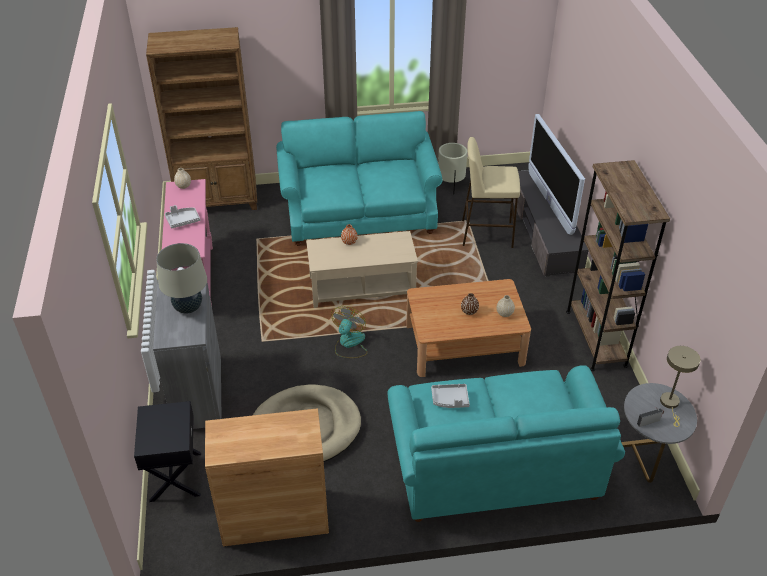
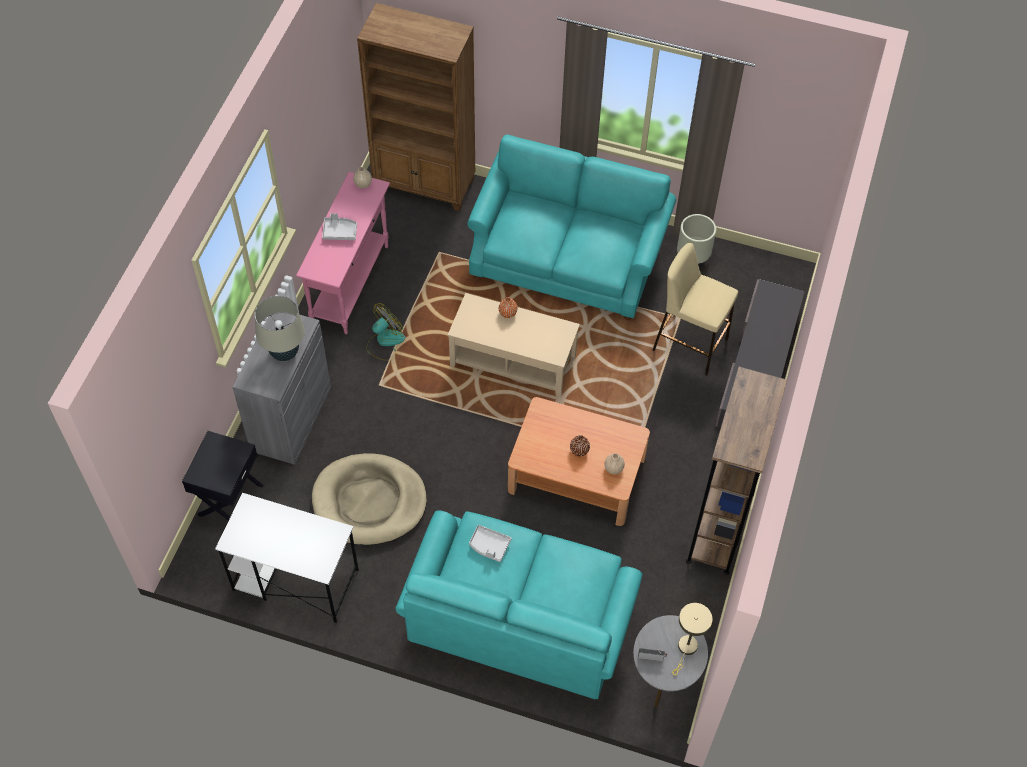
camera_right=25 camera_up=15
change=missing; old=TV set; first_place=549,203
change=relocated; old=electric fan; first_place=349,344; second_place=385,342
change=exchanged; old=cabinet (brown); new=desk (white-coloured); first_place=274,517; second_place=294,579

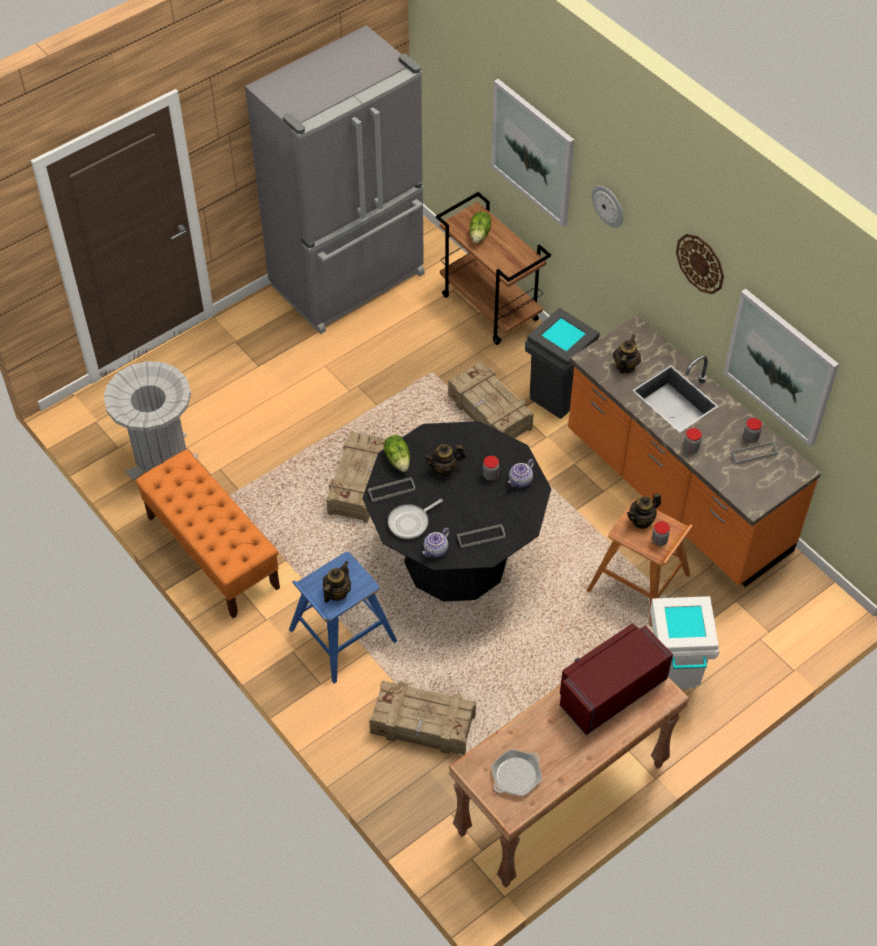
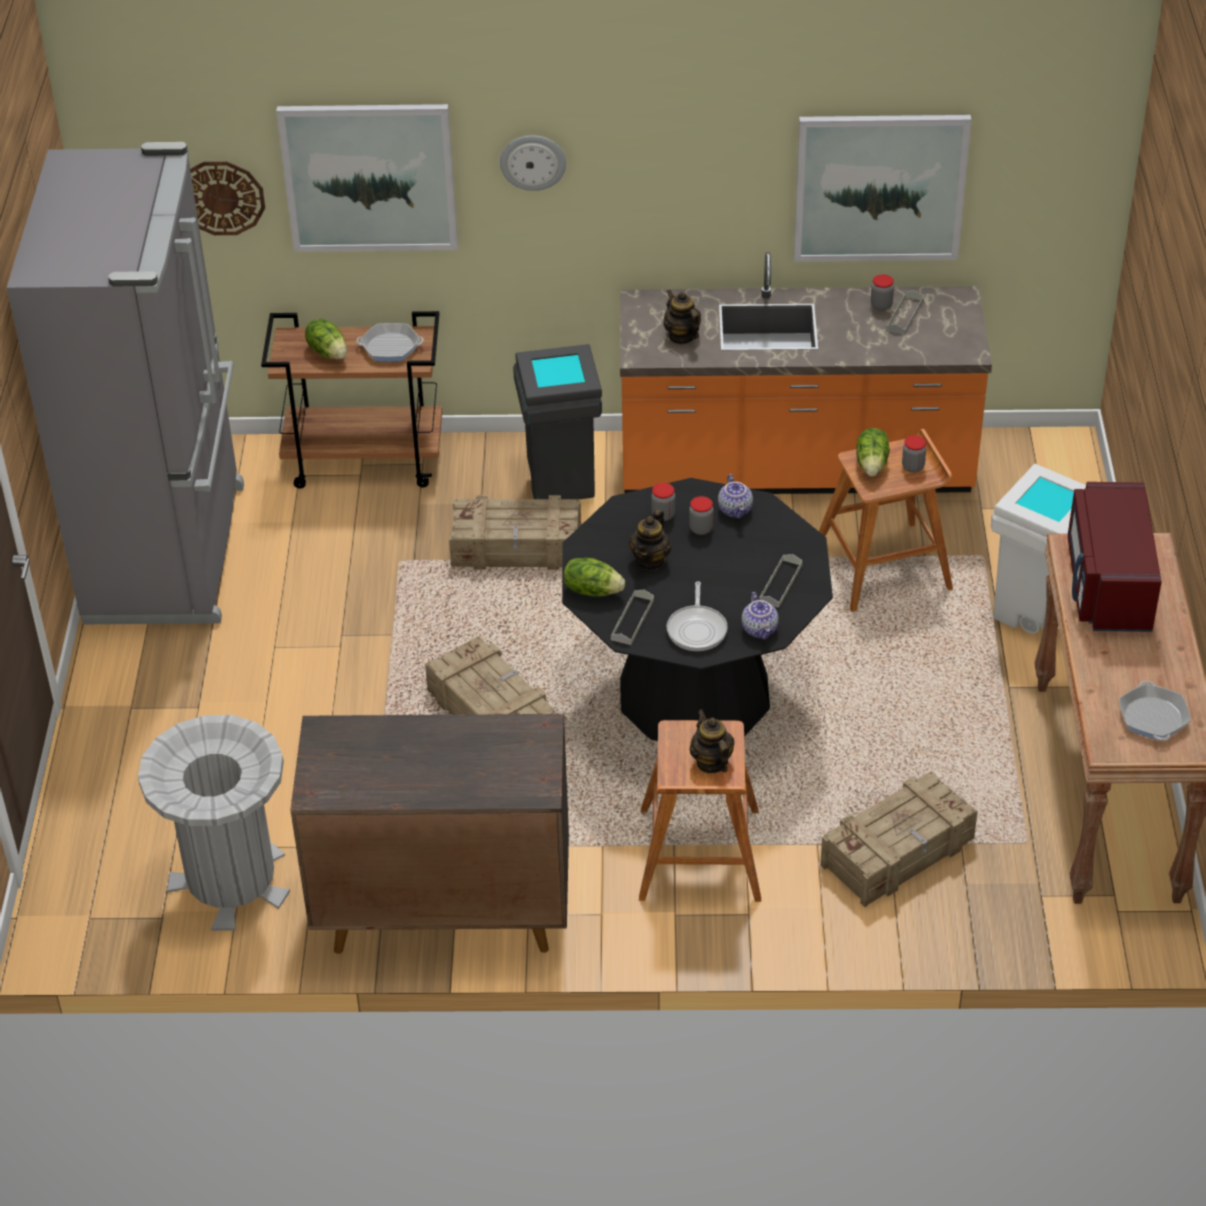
camera_right=-50 camera_up=-10
change=relocated; old=clock on the wall; first_place=700,263; second_place=220,197
change=relocated; old=jar; first_place=691,448; second_place=663,515
change=exchanged; old=long seat (orange-coloured); new=cabinet (brown); first_place=212,552; second_place=441,911
change=exchanged; old=teapot; new=lettuce; first_place=642,520; second_place=872,464
change=colour; old=stool (bluish); new=stool (brown); first_place=341,636; second_place=699,856
change=appeared; new=frying pan; second_place=390,347

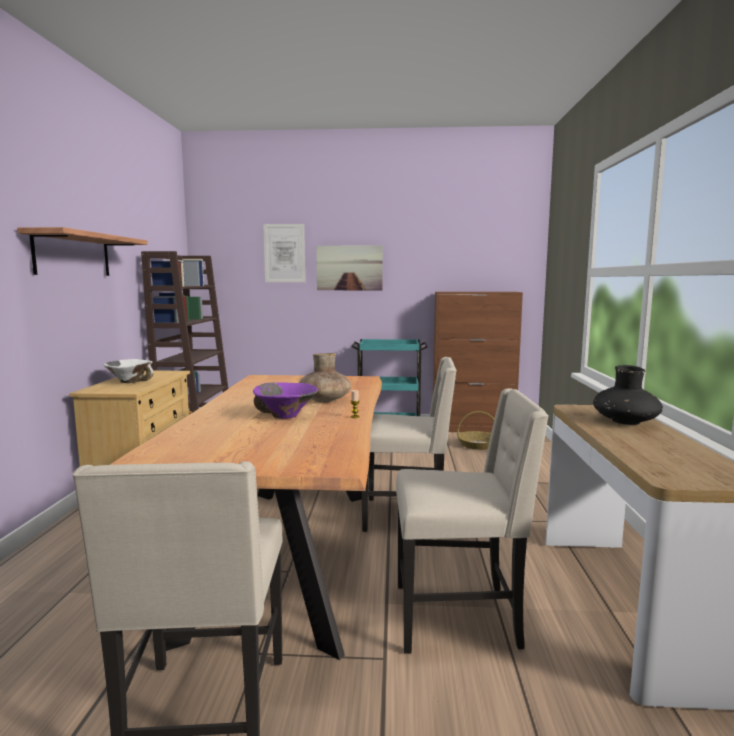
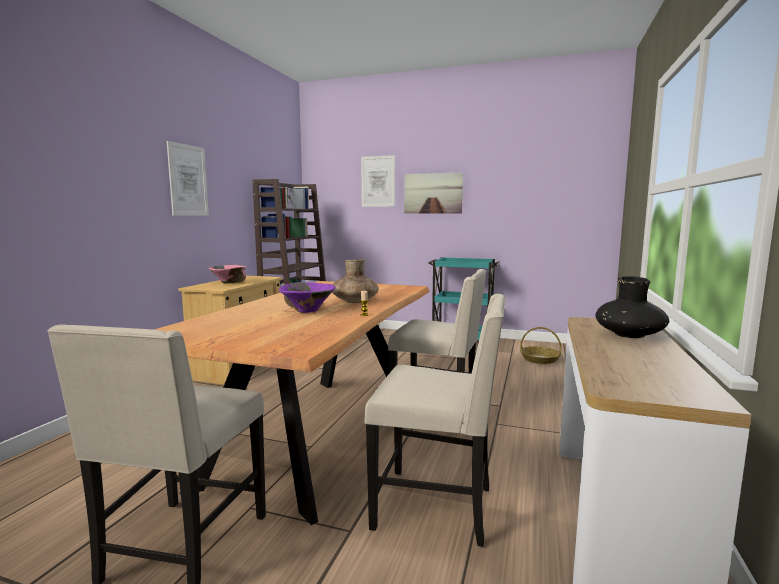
camera_right=15 camera_up=0
change=exchanged; old=shelf; new=wall art; first_place=73,255; second_place=188,180
change=missing; old=cabinet (brown); first_place=473,429
change=colour; old=serving bowl (white-coloured); new=serving bowl (pinkish); first_place=130,382; second_place=229,282

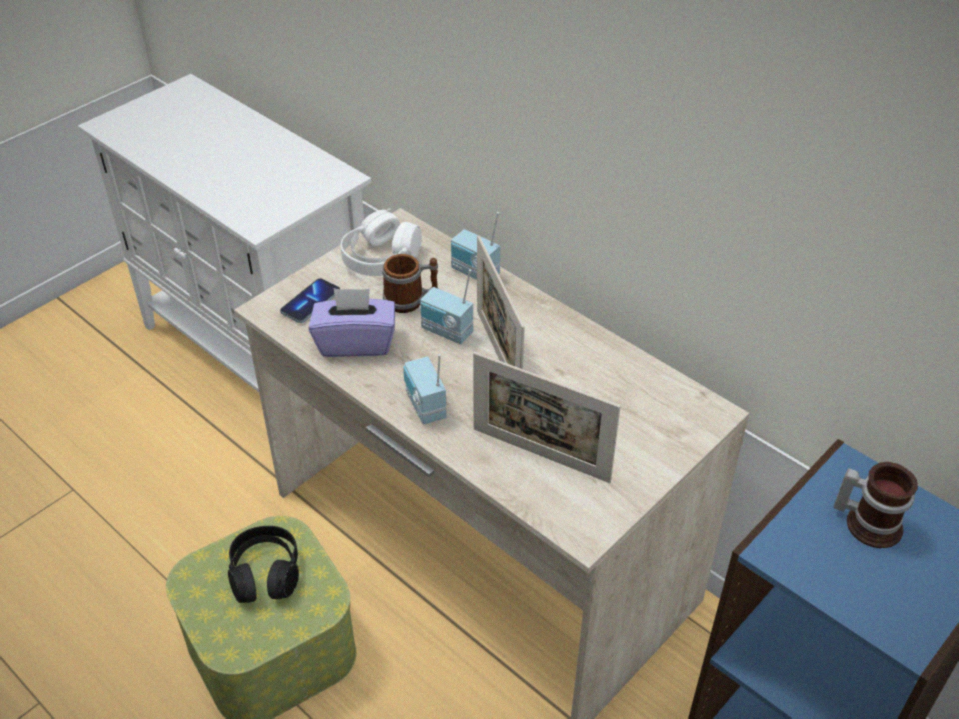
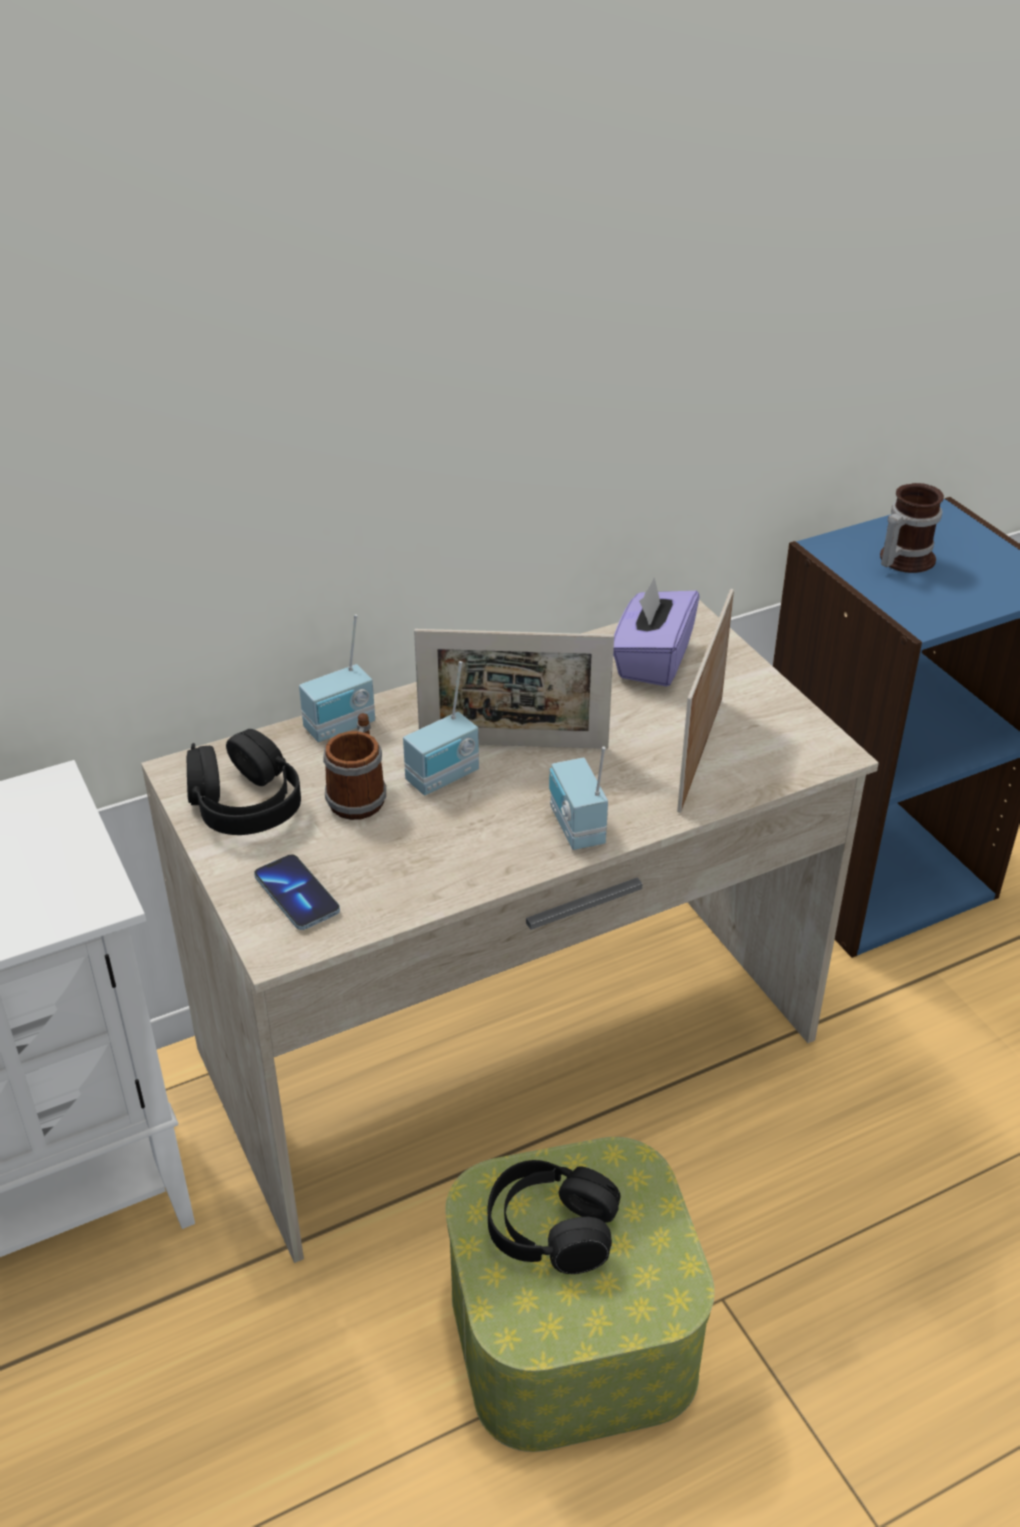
camera_right=-70 camera_up=-5
change=colour; old=pair of headphones (white-coloured); new=pair of headphones (blackish); first_place=381,258; second_place=245,804
change=relocated; old=tissue holder (purple); first_place=355,342; second_place=652,660
change=spun; old=photo frame; first_place=540,455; second_place=700,753; degrees=150
change=spun; old=radio set; first_place=424,406; second_place=574,828; degrees=75

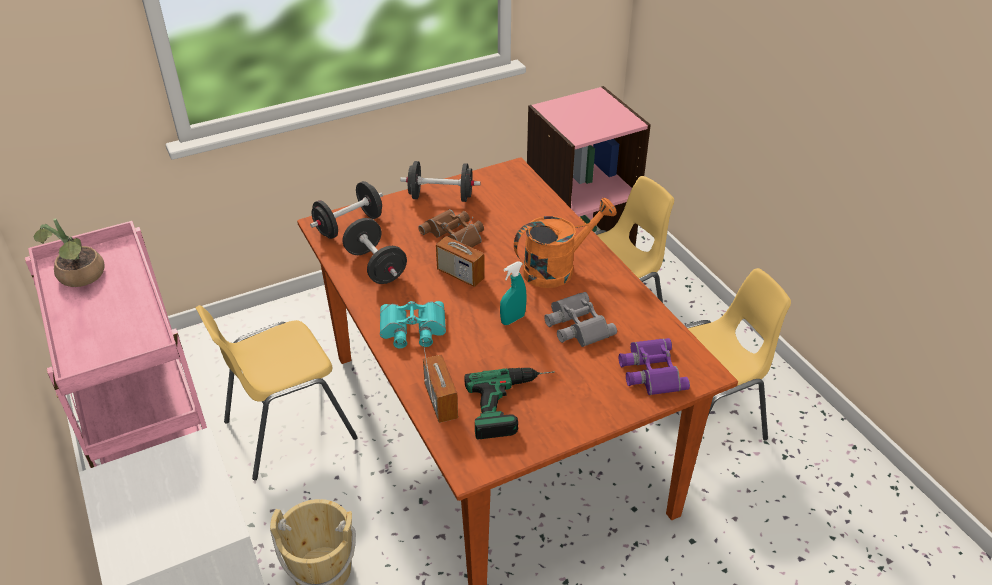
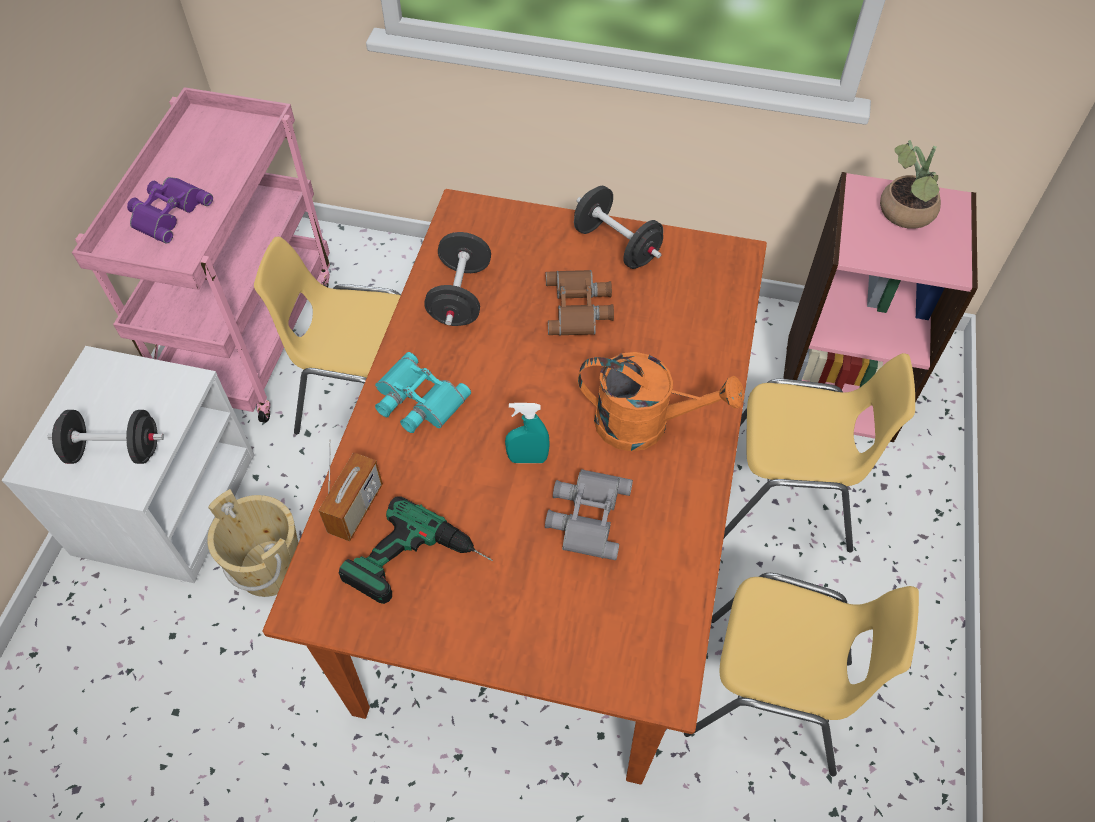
camera_right=40 camera_up=15
change=relocated; old=hand weight (blackish); first_place=349,225; second_place=115,450
change=missing; old=radio set; first_place=460,274
change=relocated; old=potted plant; first_place=80,278; second_place=903,216
change=relocated; old=pair of binoculars (purple); first_place=650,371; second_place=167,212

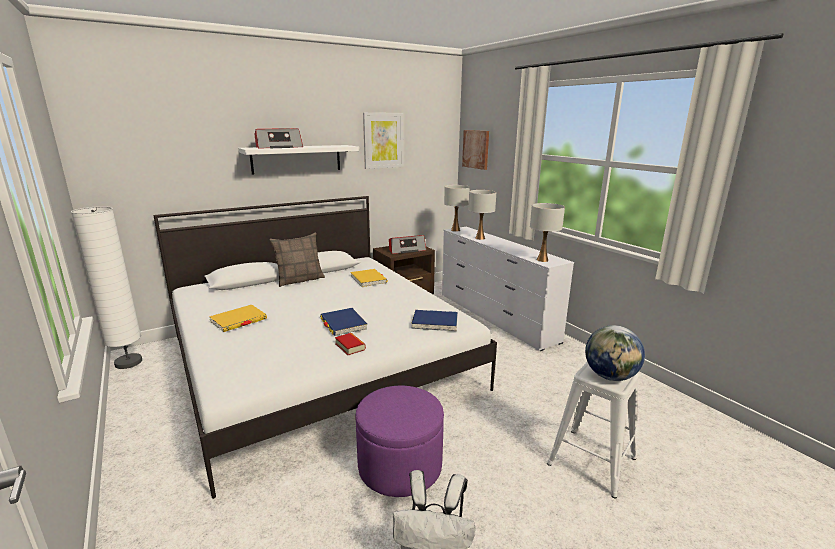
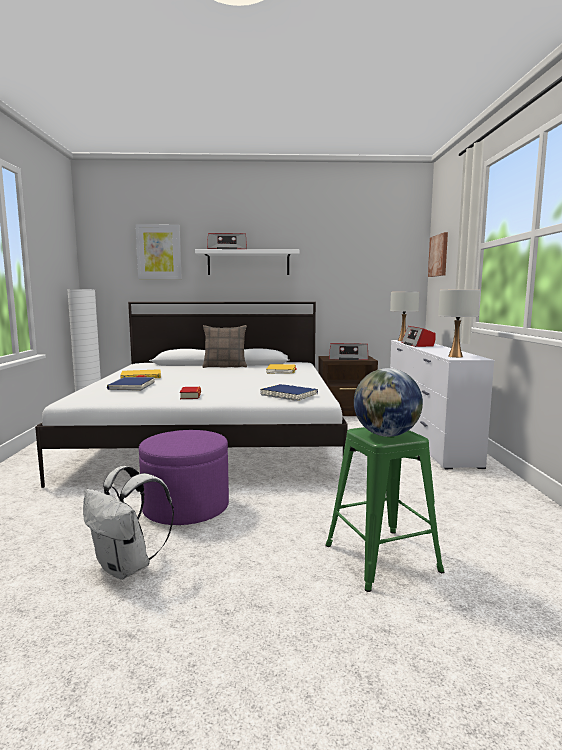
camera_right=30 camera_up=-10
change=relocated; old=wall art; first_place=383,140; second_place=159,252
change=exchanged; old=tabletop lamp (white-coloured); new=radio set; first_place=480,238; second_place=417,344
change=relocated; old=book (bluish); first_place=343,324; second_place=132,386
change=colour; old=stool (white-coloured); new=stool (green); first_place=590,461; second_place=380,557

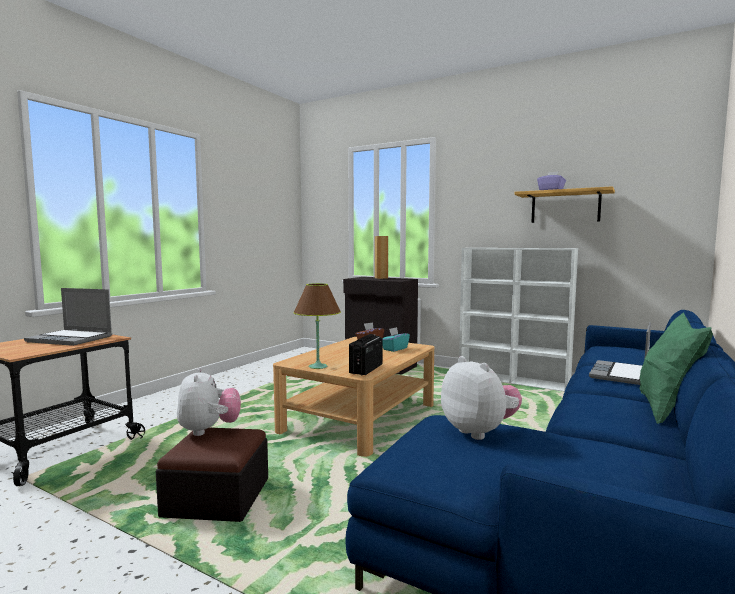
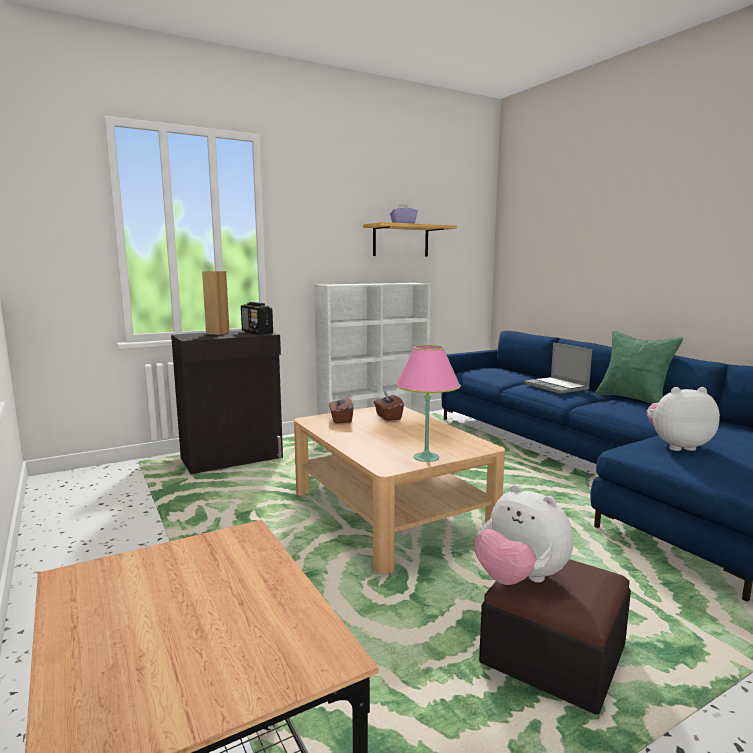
camera_right=-60 camera_up=5
change=colour; old=tabletop lamp (brown); new=tabletop lamp (pinkish); first_place=318,366; second_place=426,457
change=missing; old=portable computer; first_place=71,339
change=colour; old=tissue holder (blue-green); new=tissue holder (brown); first_place=394,349; second_place=388,417
change=relocated; old=radio set; first_place=366,369; second_place=257,332
change=spun; old=soft toy; first_place=209,430; second_place=520,579; degrees=-150

